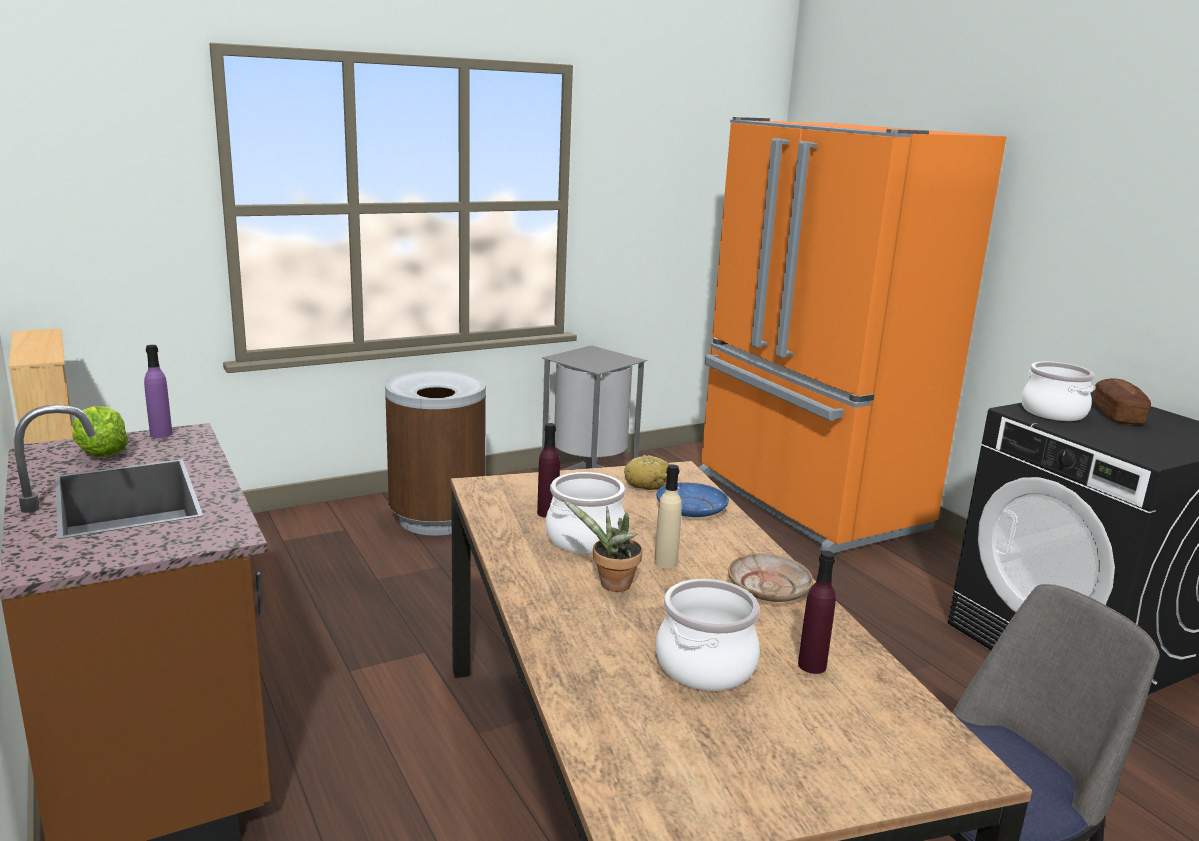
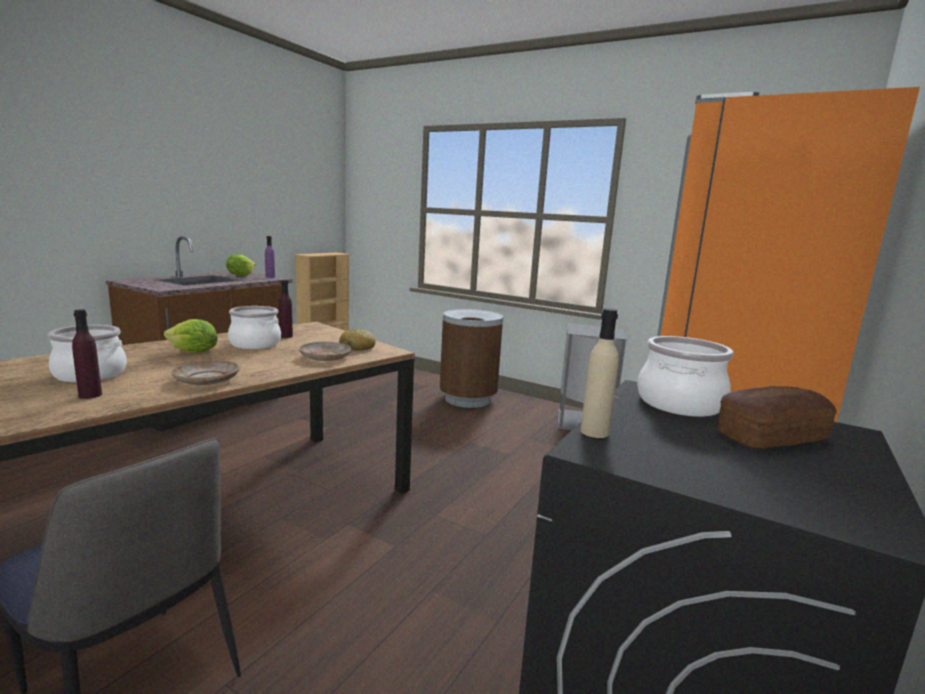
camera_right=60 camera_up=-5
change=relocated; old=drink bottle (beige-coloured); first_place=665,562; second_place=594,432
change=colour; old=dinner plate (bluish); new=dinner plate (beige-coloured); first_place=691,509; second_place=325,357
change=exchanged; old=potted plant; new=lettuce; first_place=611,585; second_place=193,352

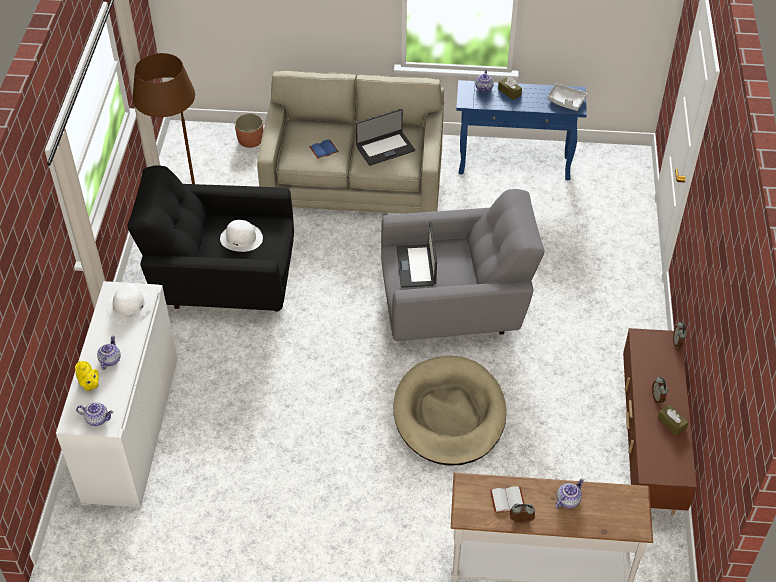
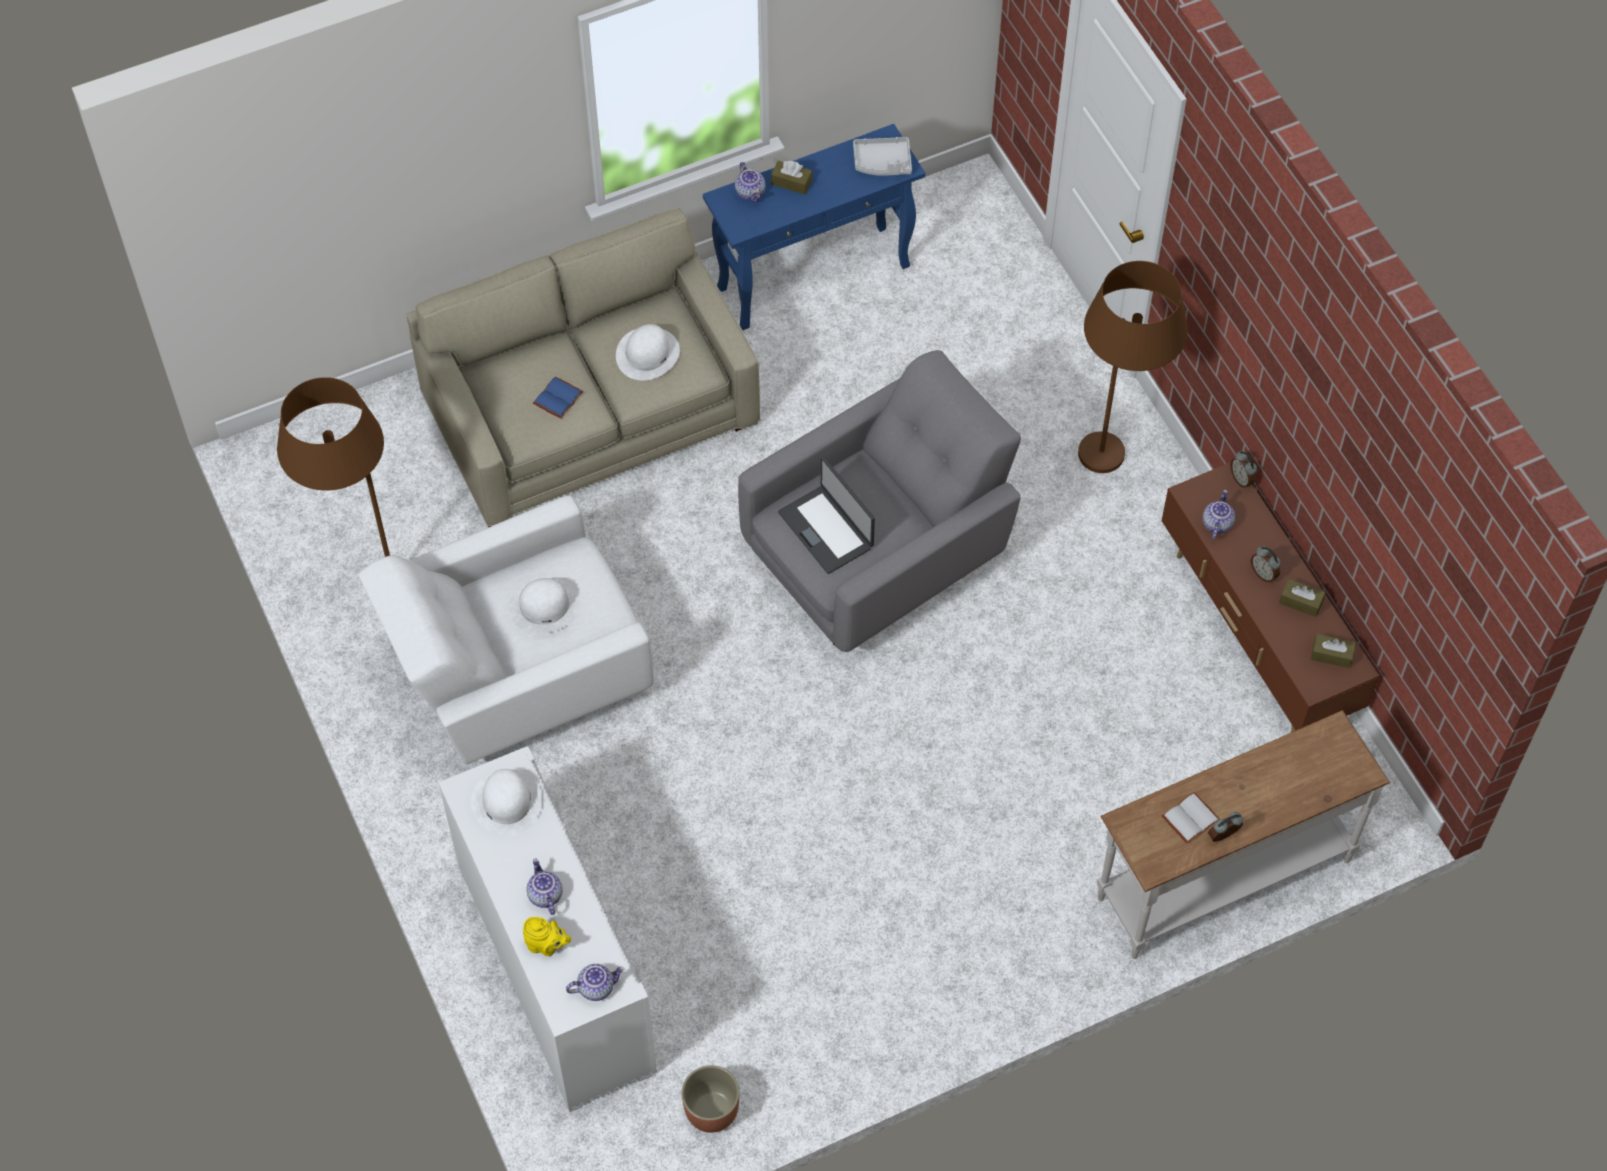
camera_right=-30 camera_up=10
change=exchanged; old=portable computer; new=wearable hat (white-coloured); first_place=385,148; second_place=647,353
change=relocated; old=plant pot; first_place=251,141; second_place=711,1110
change=colour; old=armchair (blackish); new=armchair (white-coloured); first_place=223,282; second_place=517,678
change=missing; old=dog cushion (beige-coloured); first_place=449,414
change=relocated; old=teapot; first_place=567,500; second_place=1216,523
change=appeared; new=standing lamp (brown); second_place=1111,474
change=appeared; new=tissue holder (brown); second_place=1331,655

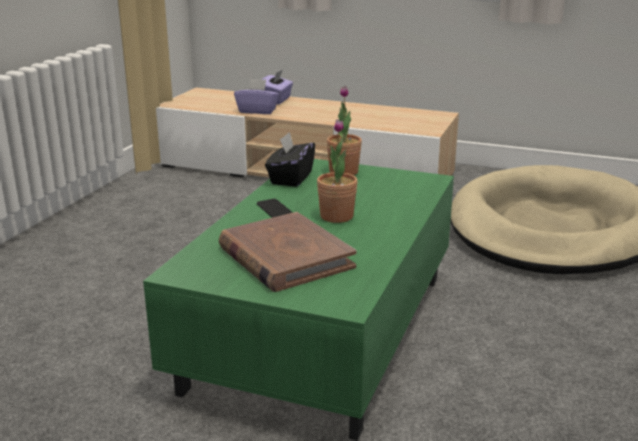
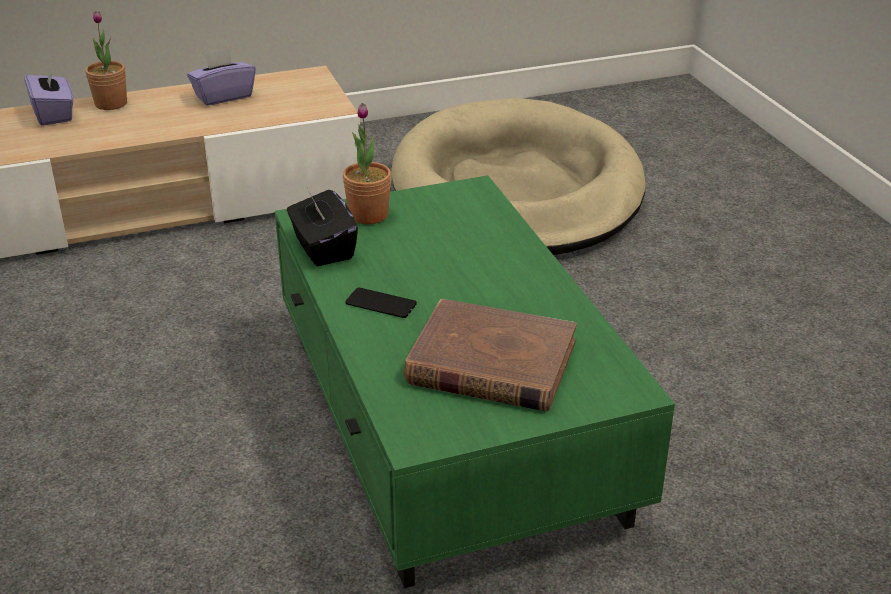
camera_right=-40 camera_up=10
change=relocated; old=tissue holder (purple); first_place=257,111; second_place=223,96
change=relocated; old=potted plant; first_place=336,216; second_place=111,104

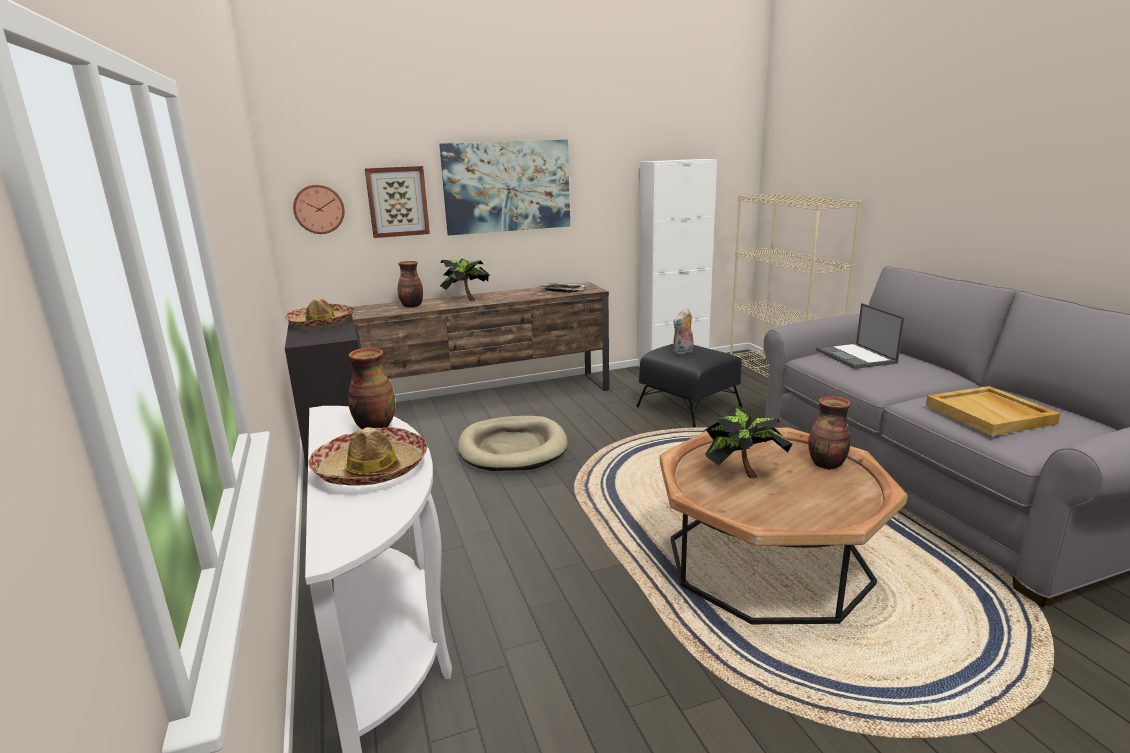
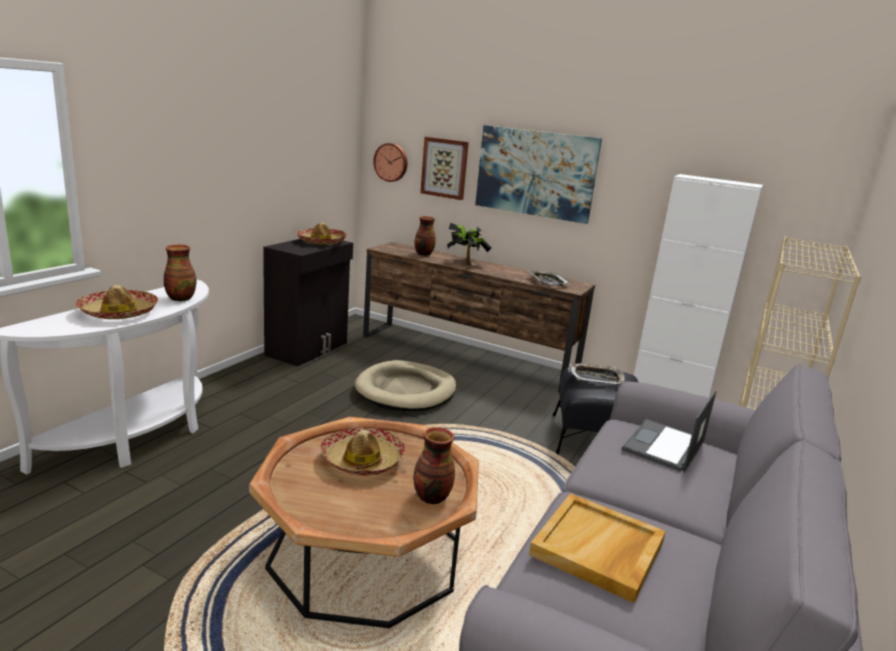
camera_right=45 camera_up=0
change=exchanged; old=soft toy; new=carrying tray; first_place=683,352; second_place=596,378
change=exchanged; old=potted plant; new=wearable hat; first_place=741,474; second_place=363,460

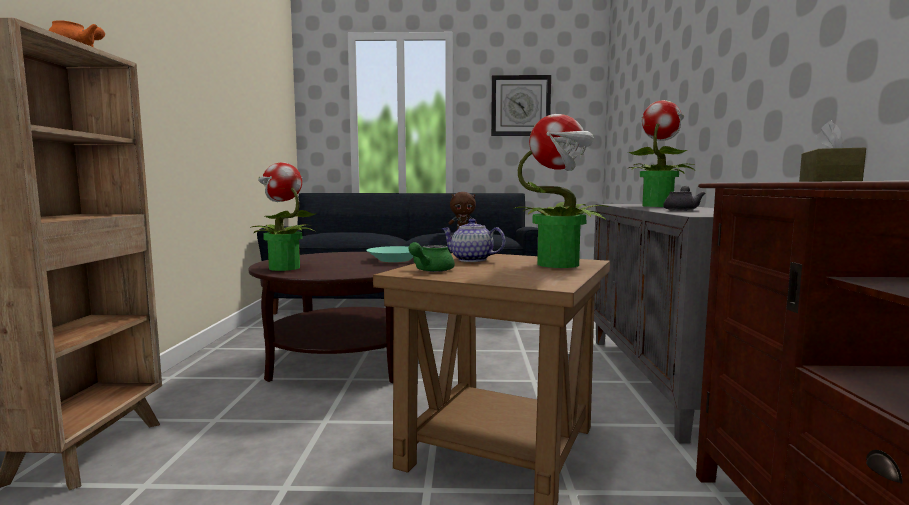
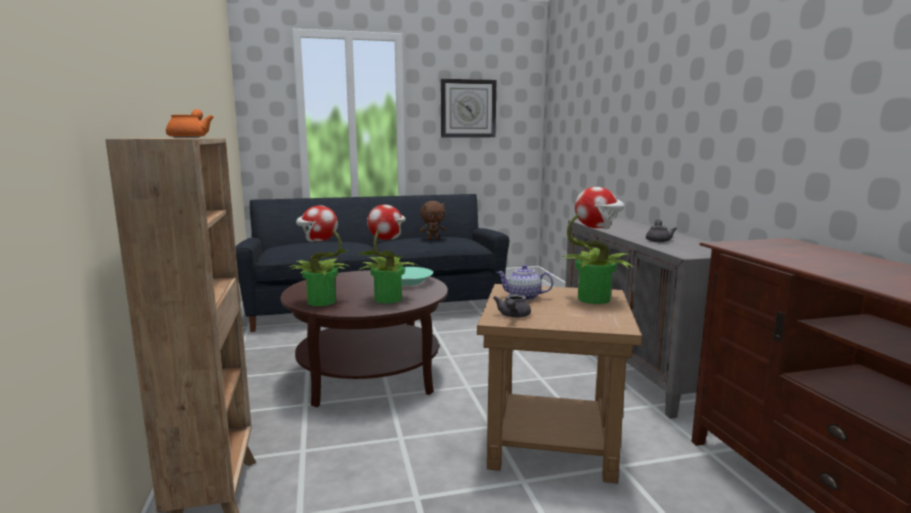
camera_right=-15 camera_up=5
change=relocated; old=potted plant; first_place=657,206; second_place=388,299
change=missing; old=tissue holder (brown); first_place=828,181
change=colour; old=teapot (green); new=teapot (greyish); first_place=430,270; second_place=513,316

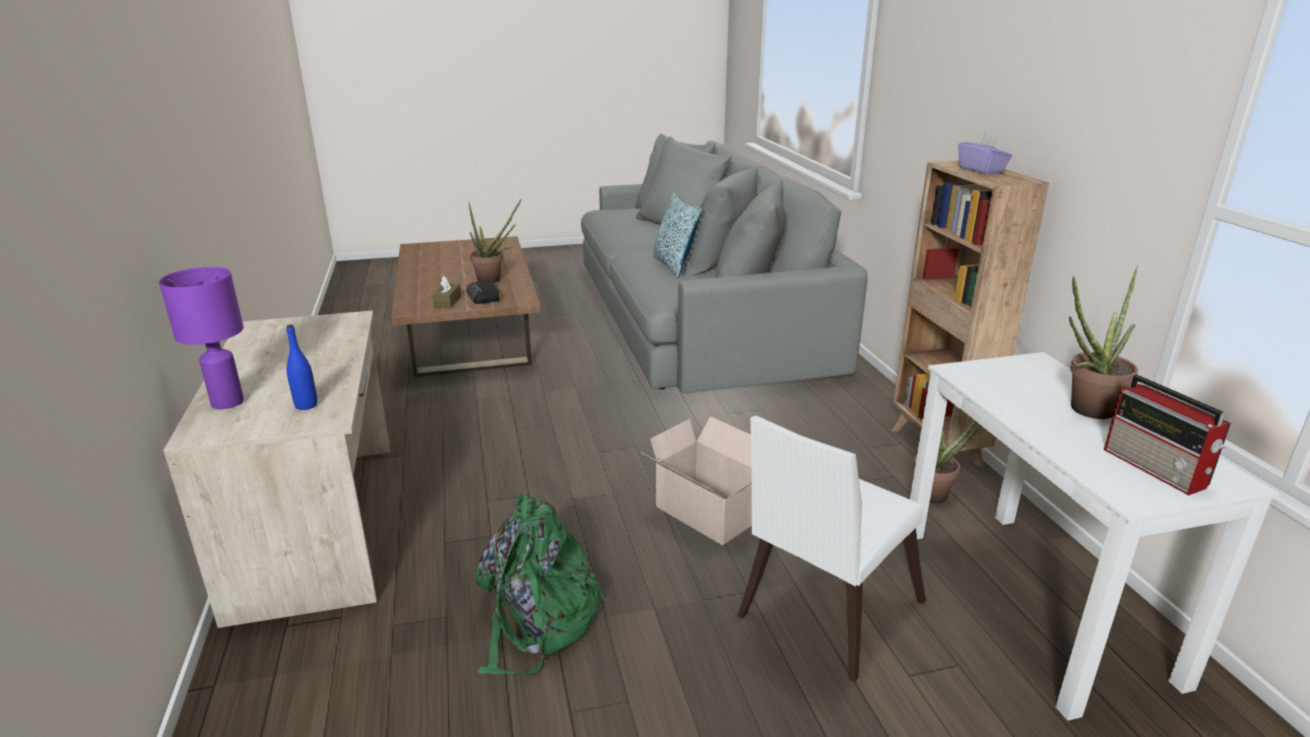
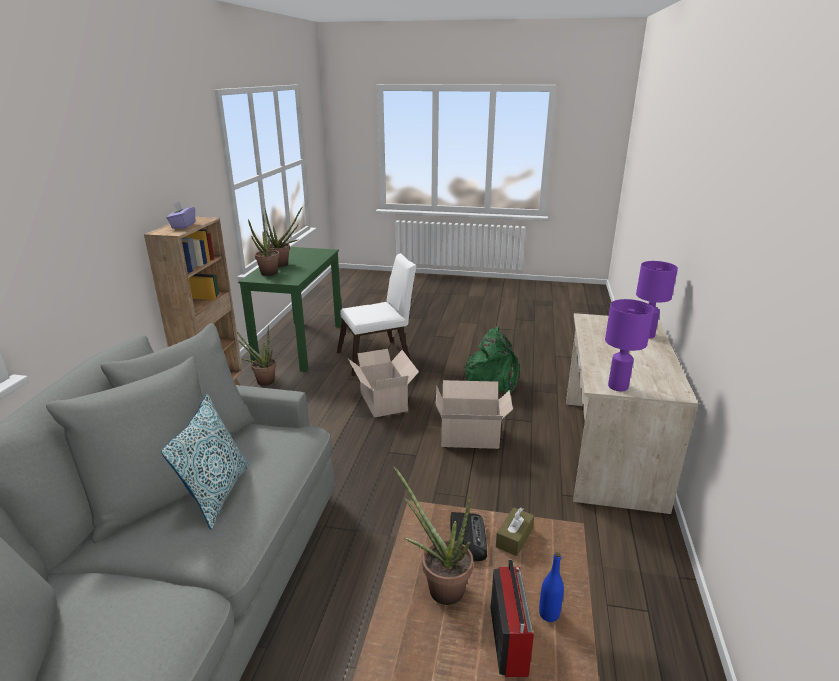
camera_right=-155 camera_up=0
change=relocated; old=drink bottle (bluish); first_place=306,405; second_place=549,614
change=colour; old=desk (white-coloured); new=desk (green); first_place=1032,602; second_place=300,344
change=relocated; old=radio set; first_place=1156,469; second_place=509,638
change=appeared; new=potted plant; second_place=267,274
change=appeared; new=tabletop lamp (purple); second_place=618,386
change=appeared; new=packing box; second_place=471,436

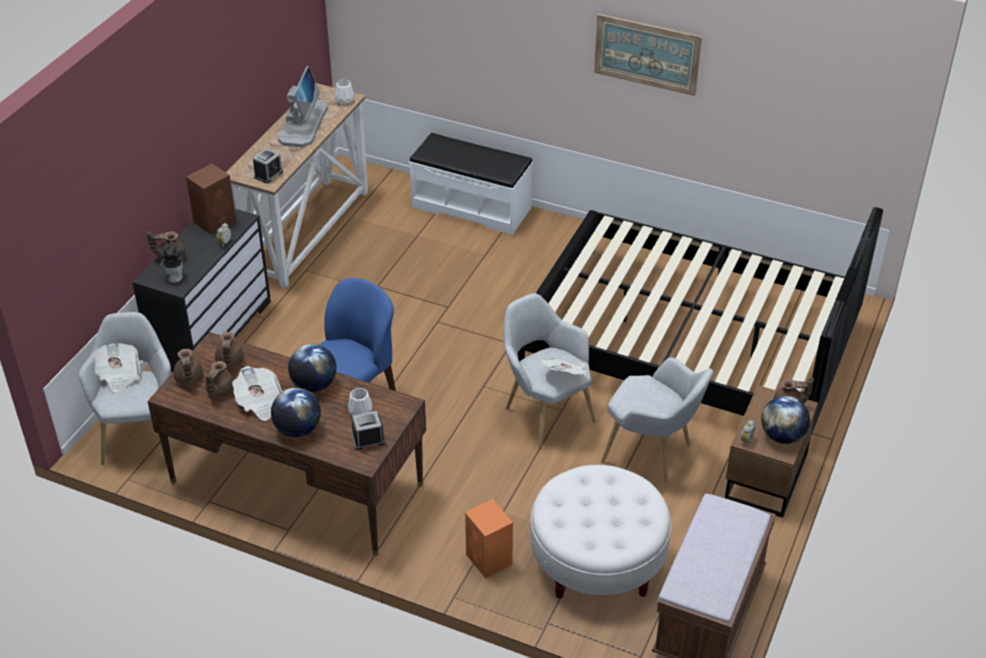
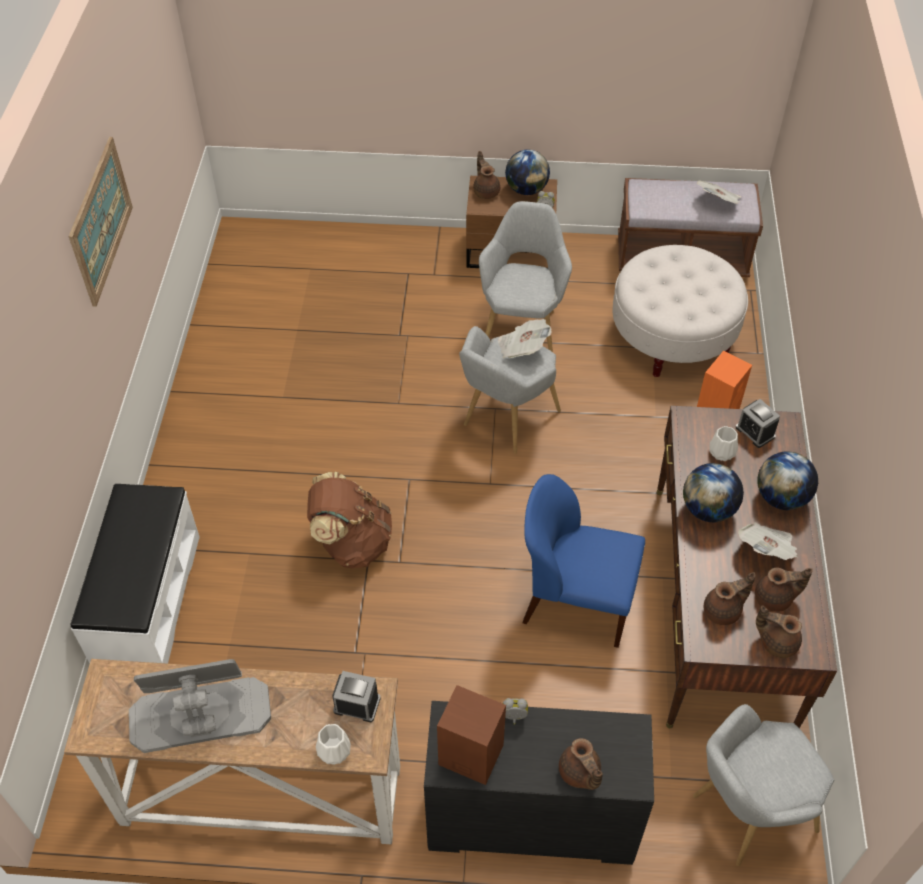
camera_right=-110 camera_up=10
change=relocated; old=vase (white-coloured); first_place=344,100; second_place=333,752
change=missing; old=sleeping bed (blackish); first_place=689,343
change=missing; old=potted plant; first_place=175,277
change=relocated; old=daily paper; first_place=118,375; second_place=718,202
change=spun; old=teapot (brown); first_place=189,379; second_place=776,642; degrees=-120
change=appeared; new=backpack (brown); second_place=352,542

